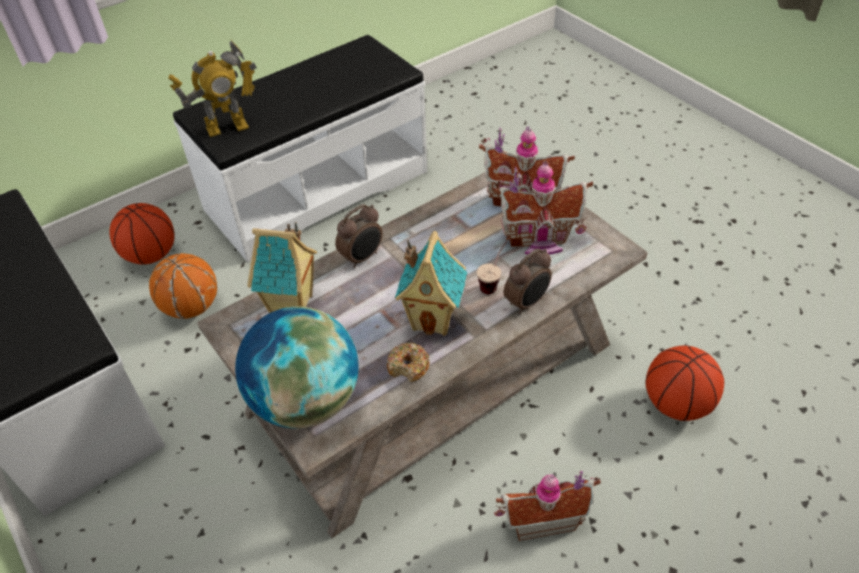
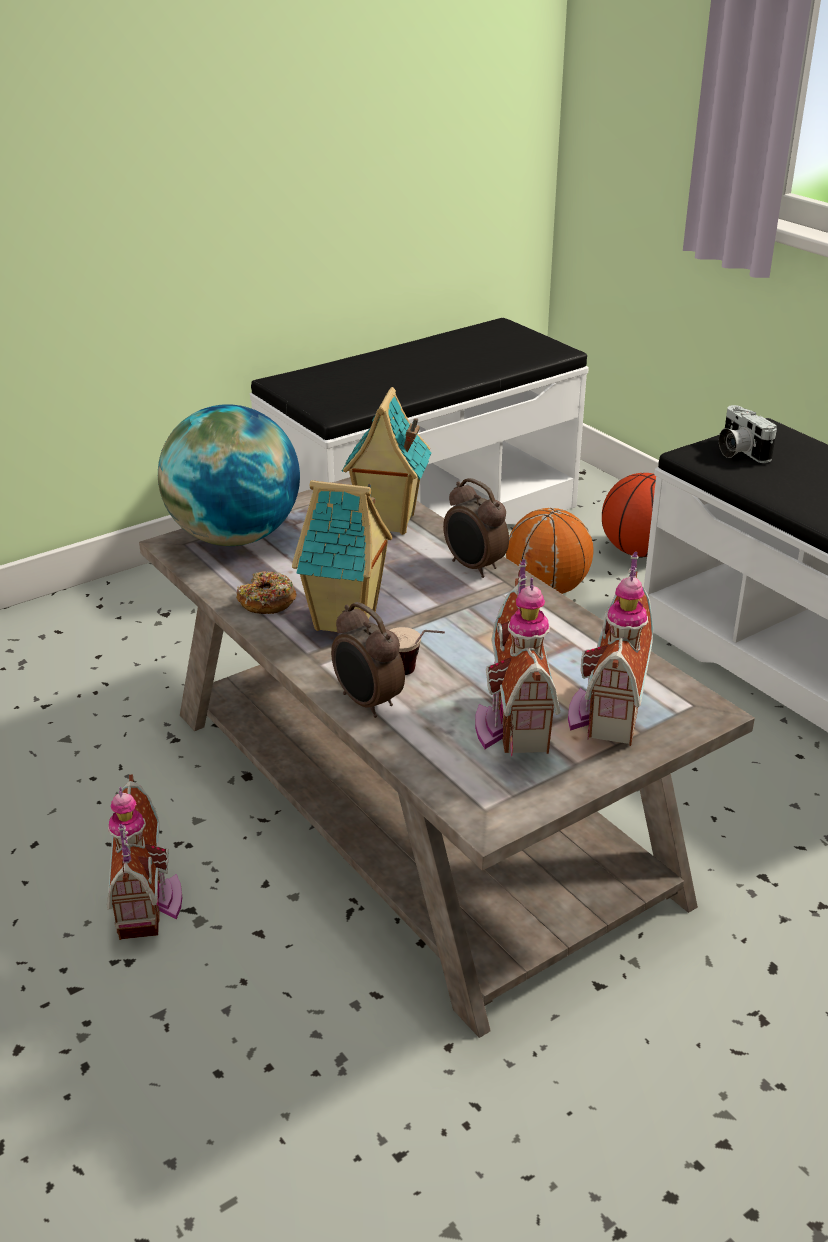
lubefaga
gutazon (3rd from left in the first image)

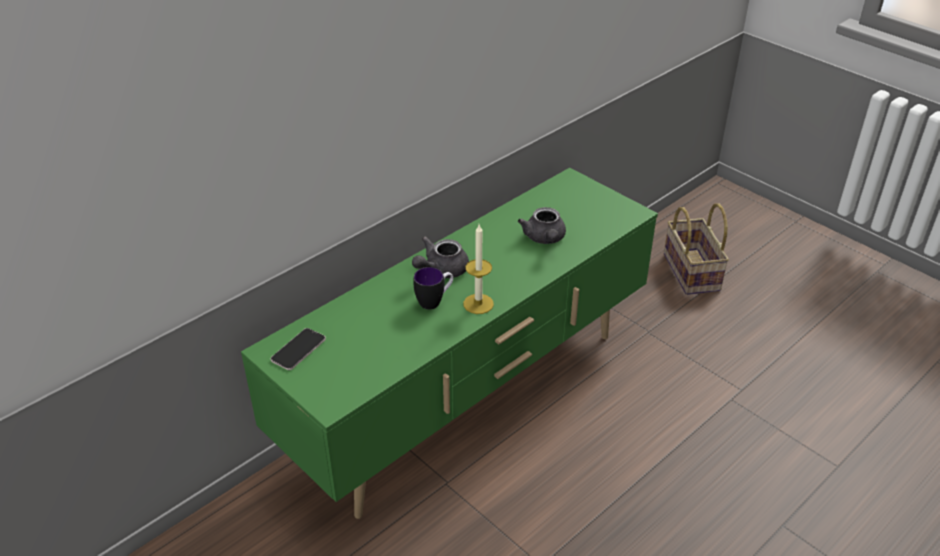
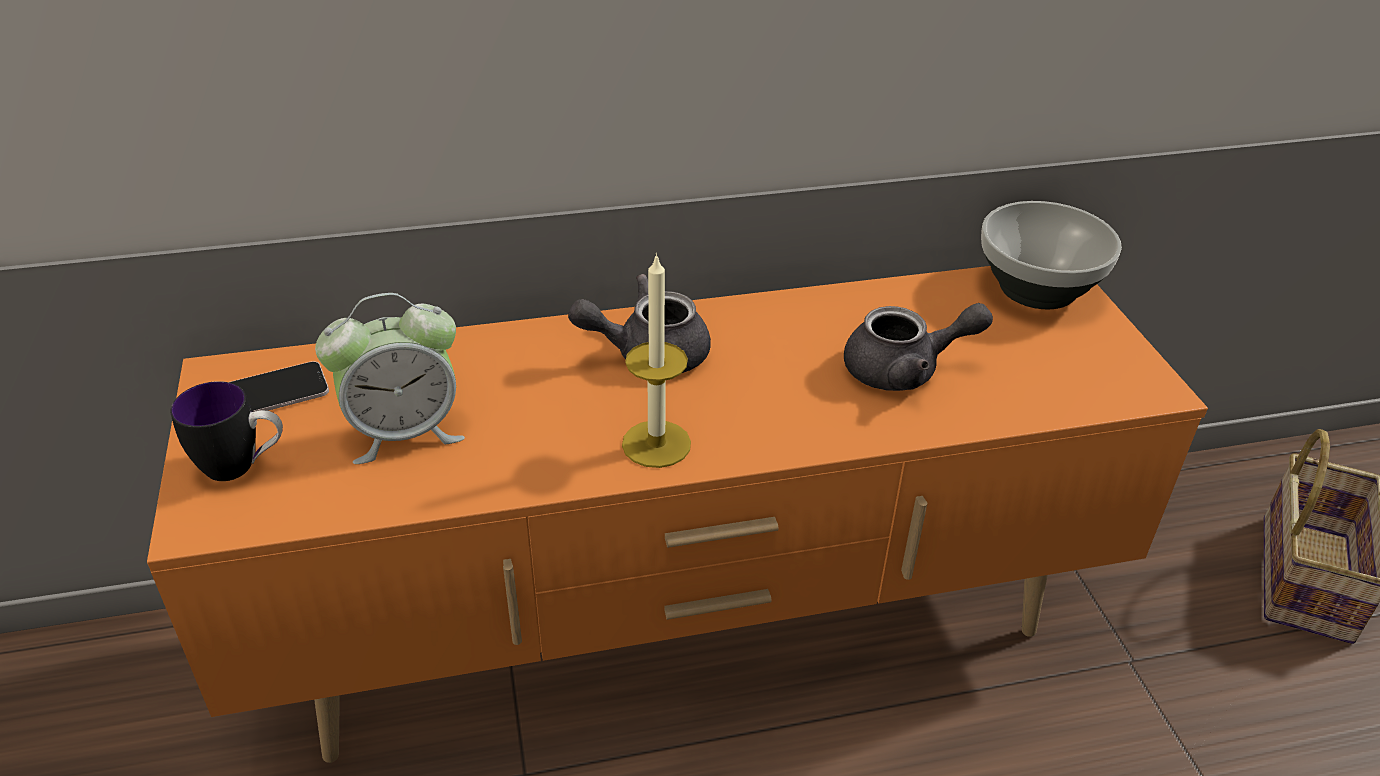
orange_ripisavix
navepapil
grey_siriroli (2nd from left)
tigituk
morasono

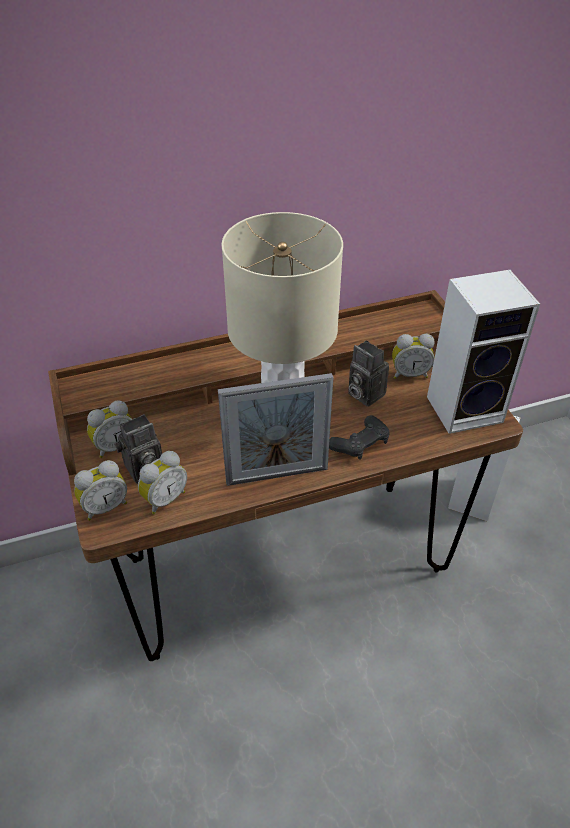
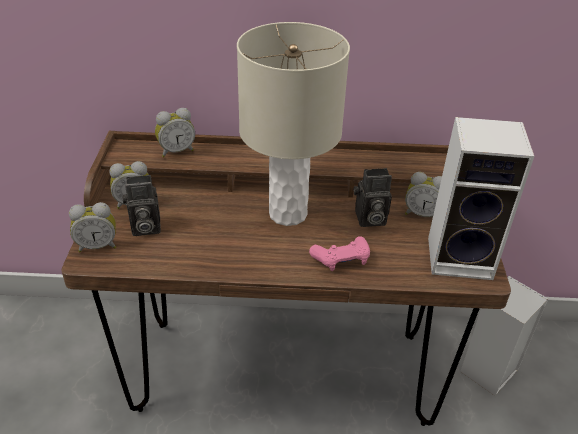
tigituk (3rd from left)
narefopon
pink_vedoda
lubefaga (2nd from left)

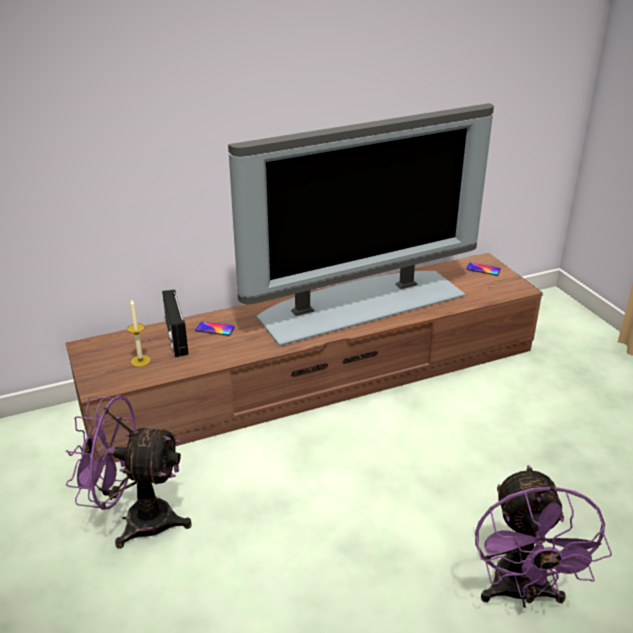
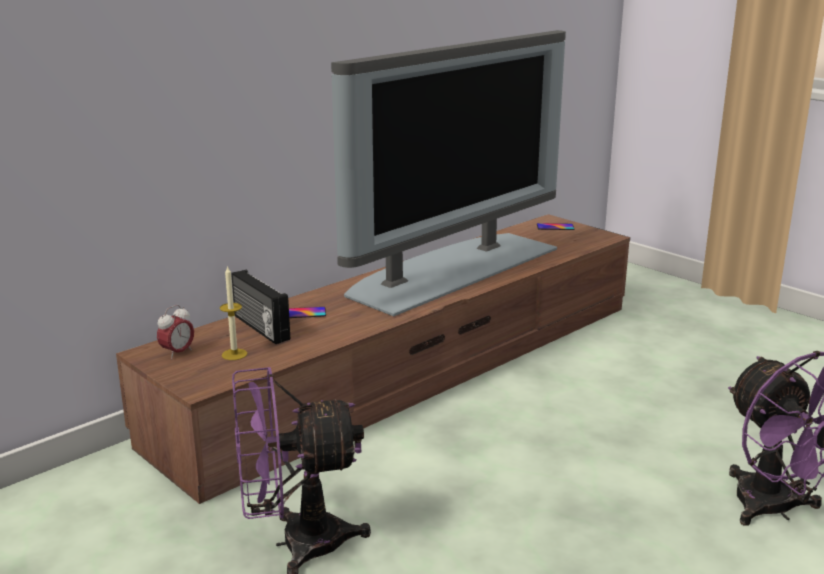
tigituk

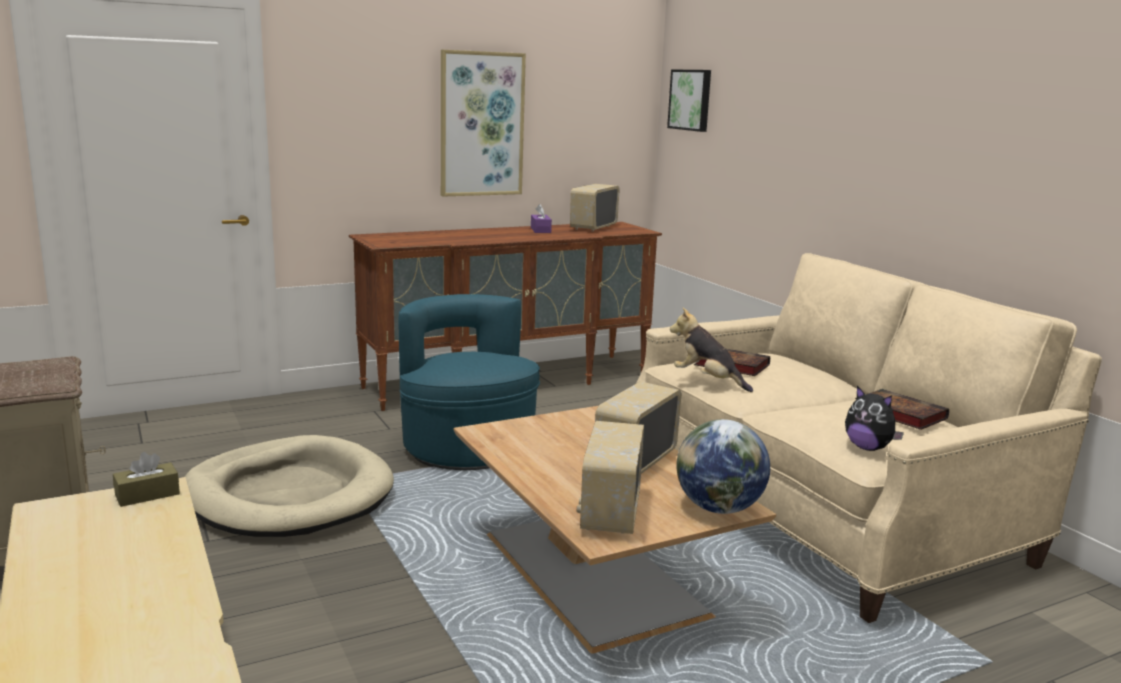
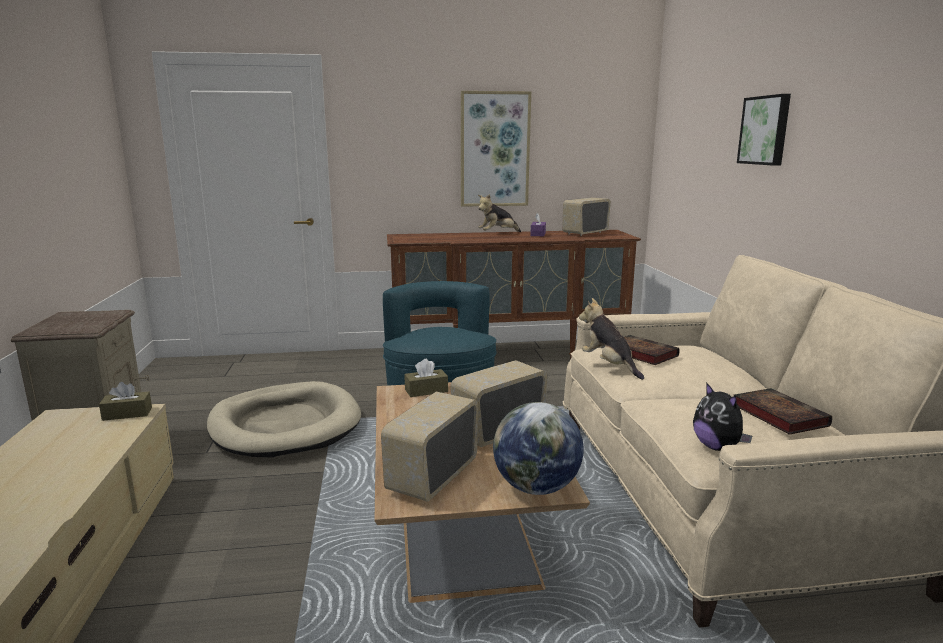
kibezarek (2nd from left)
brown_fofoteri (2nd from left)
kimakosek (1st from left)

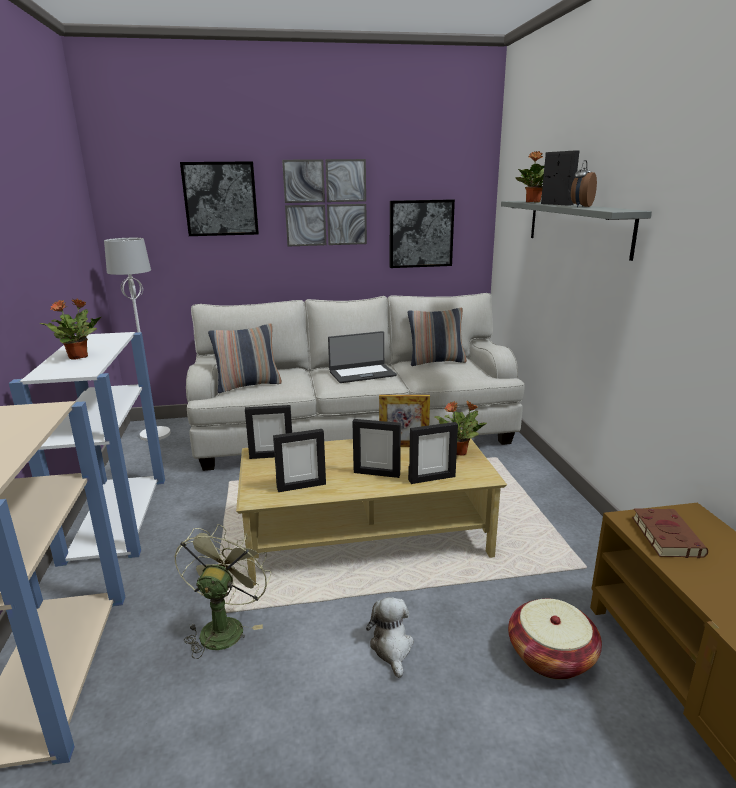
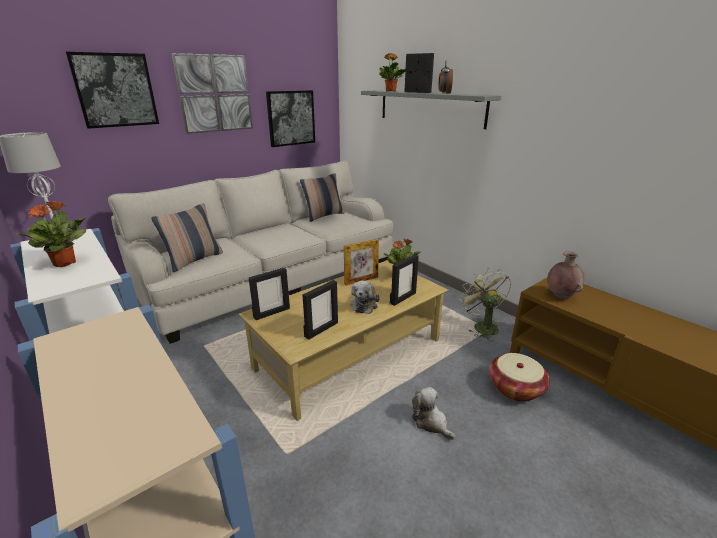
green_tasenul
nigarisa
kimakosek (1st from left)
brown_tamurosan

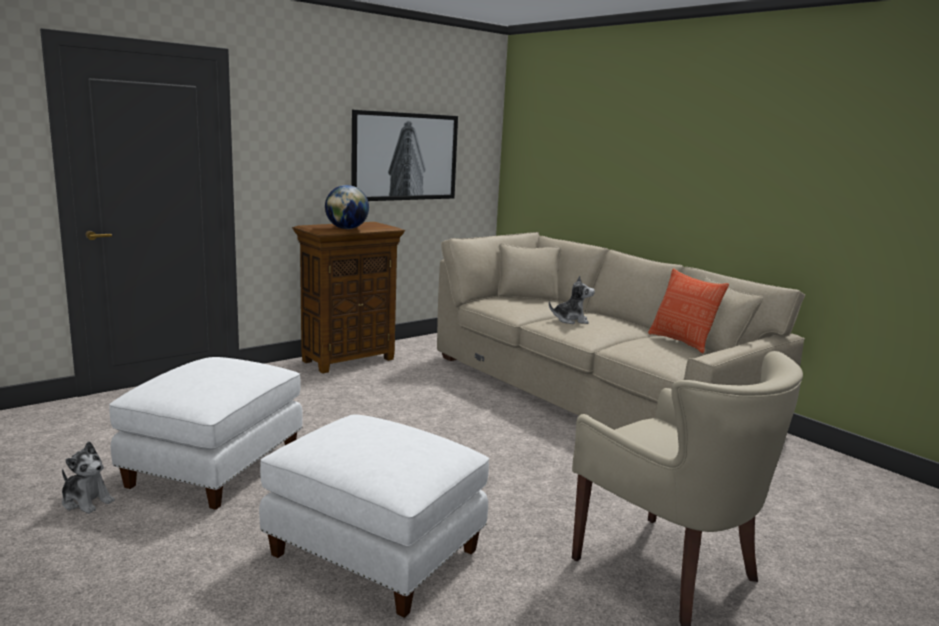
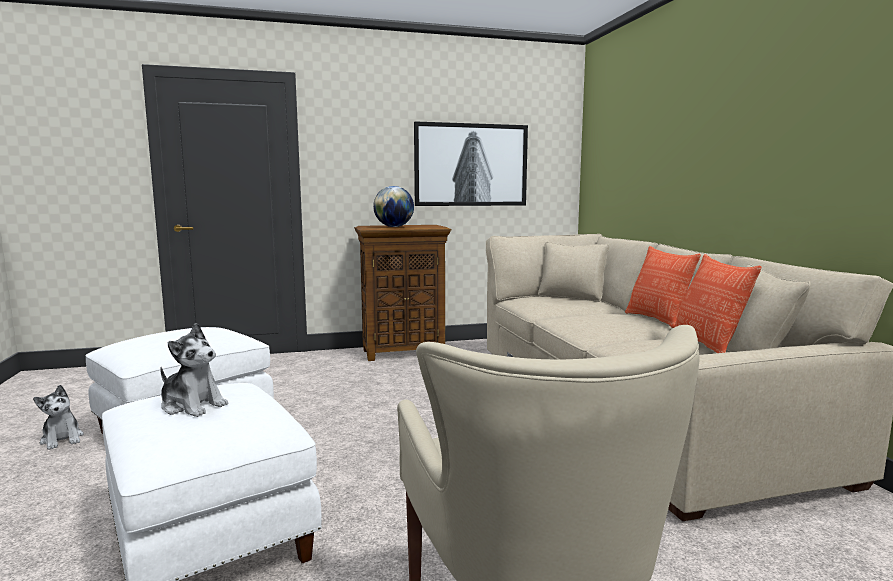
kimakosek (2nd from left)
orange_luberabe (1st from left)

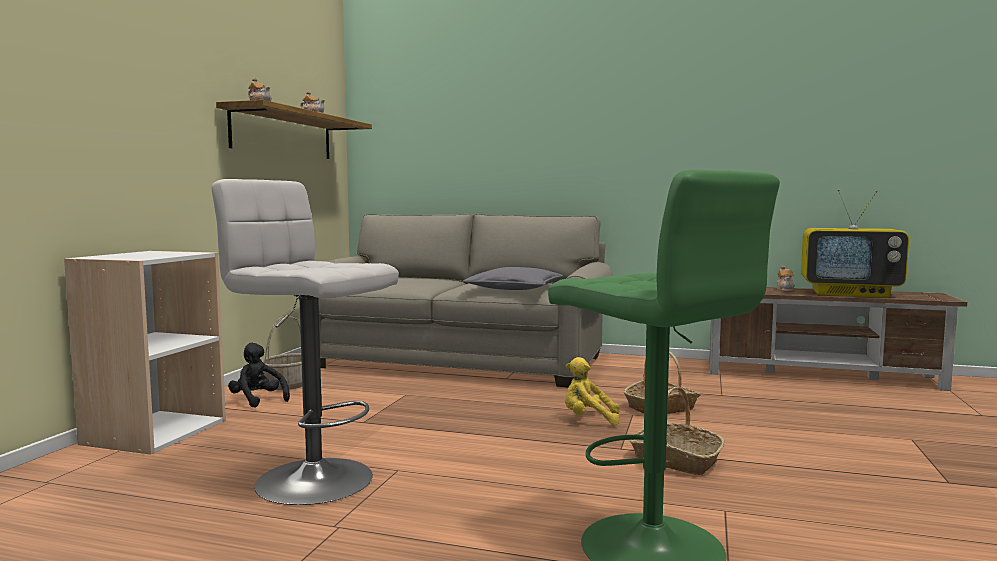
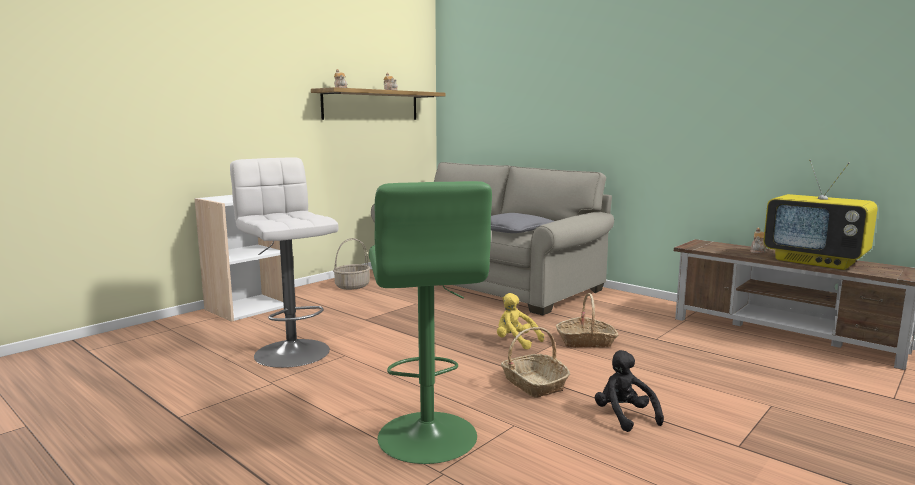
black_kimakosek

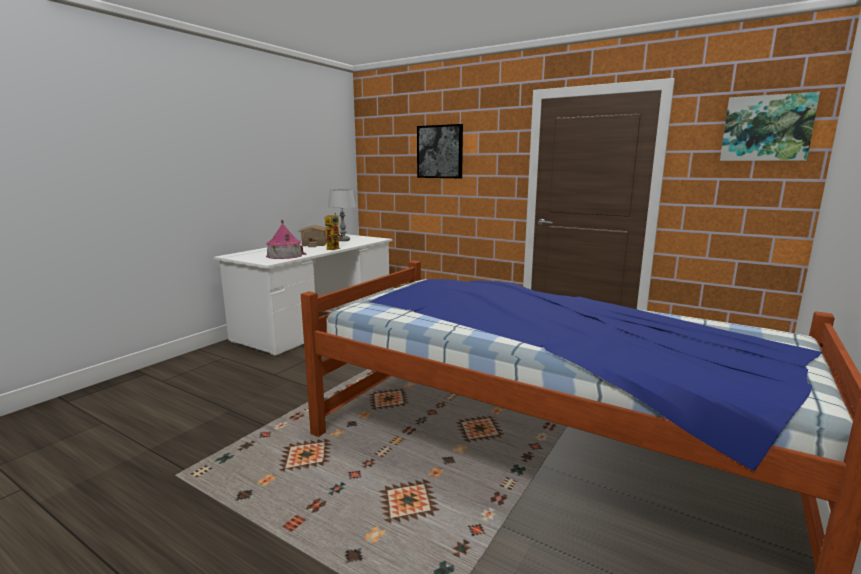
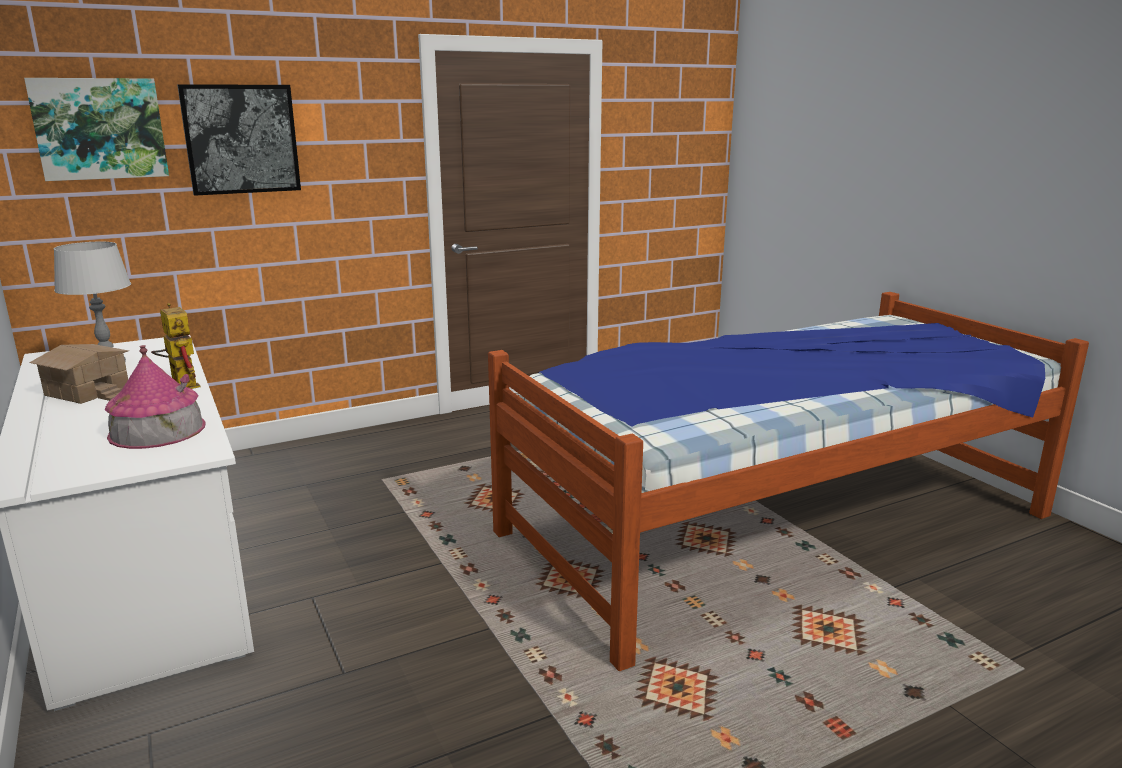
kibezarek (1st from left)

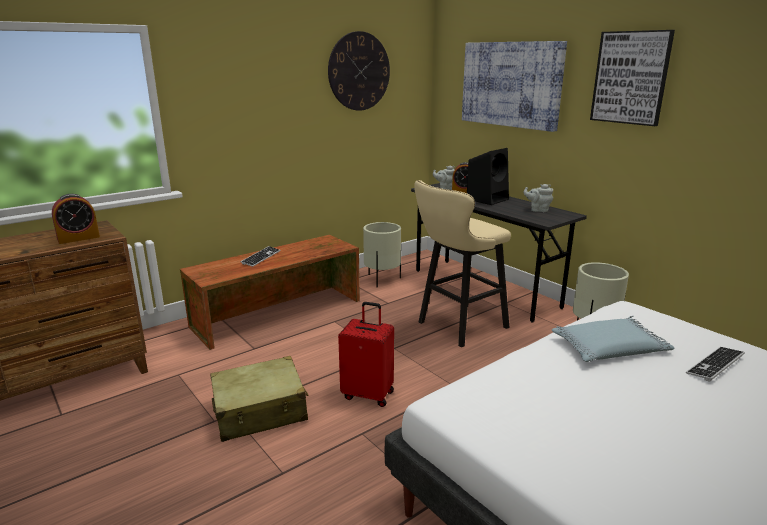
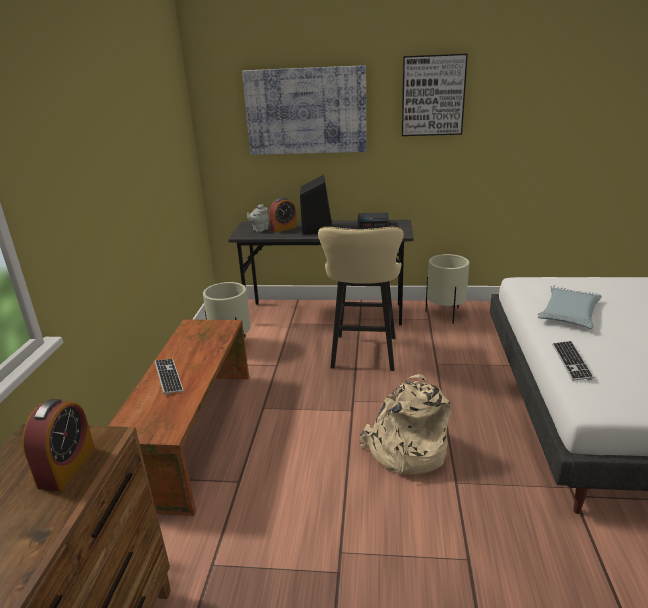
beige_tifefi
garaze
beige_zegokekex
tigituk (3rd from left)
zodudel (2nd from left)

